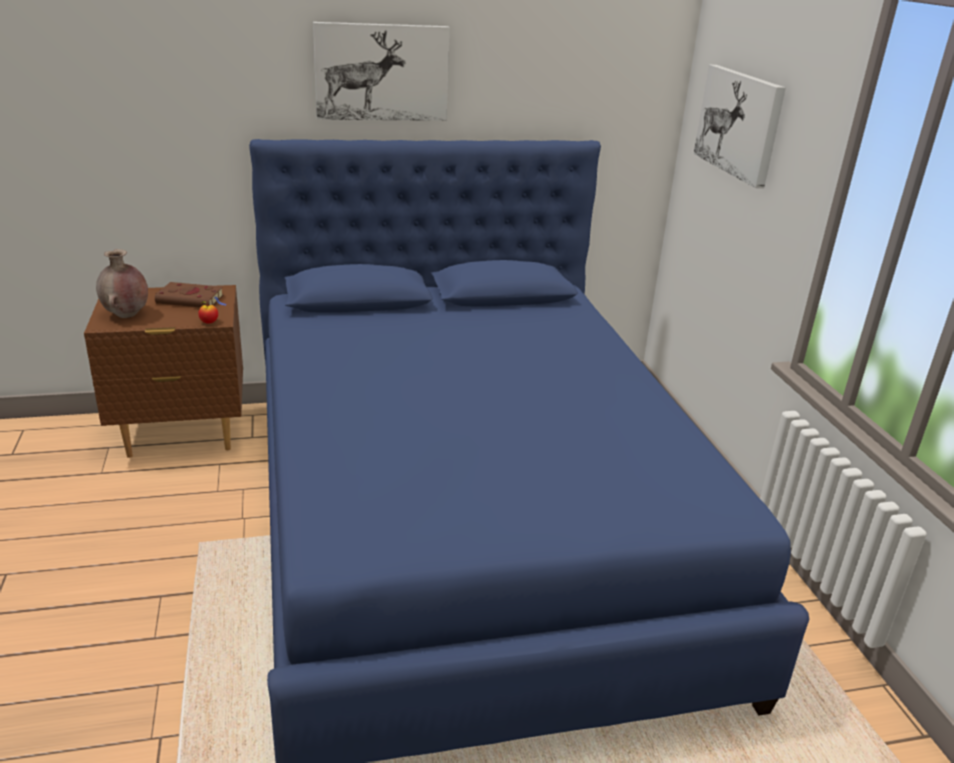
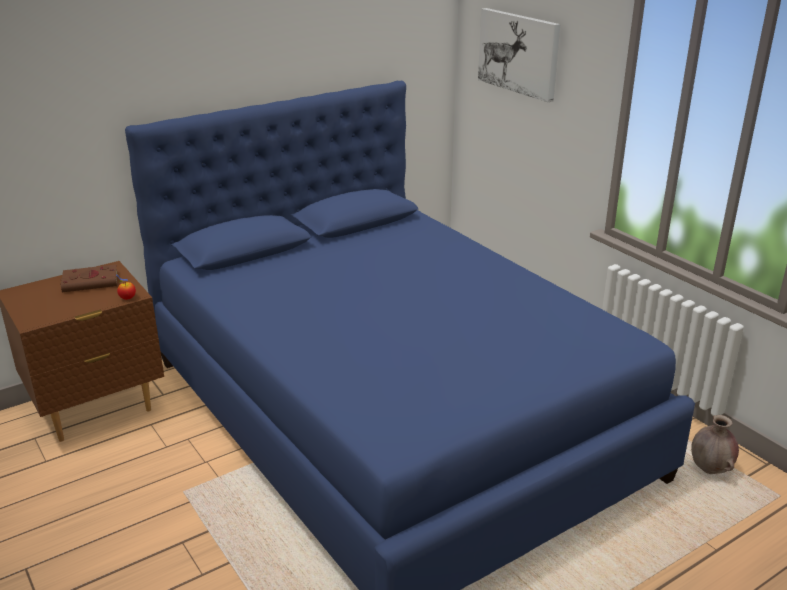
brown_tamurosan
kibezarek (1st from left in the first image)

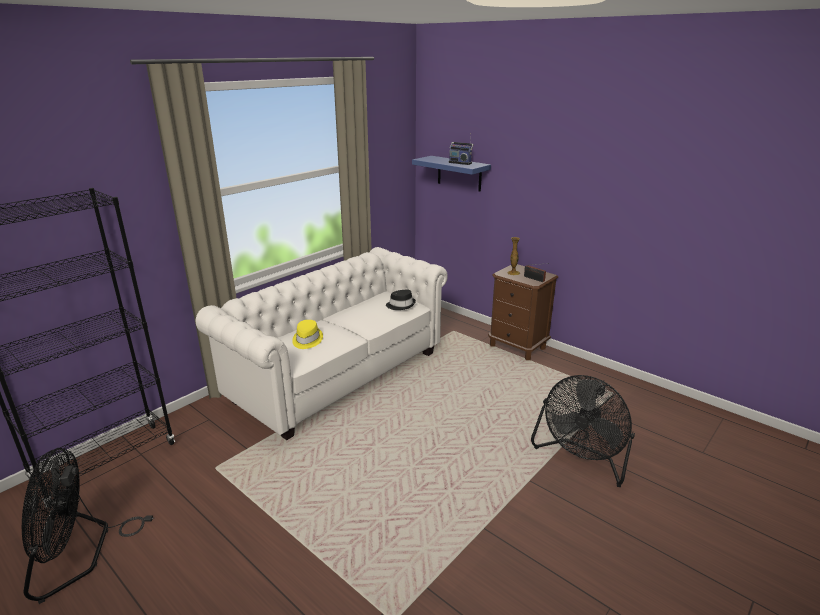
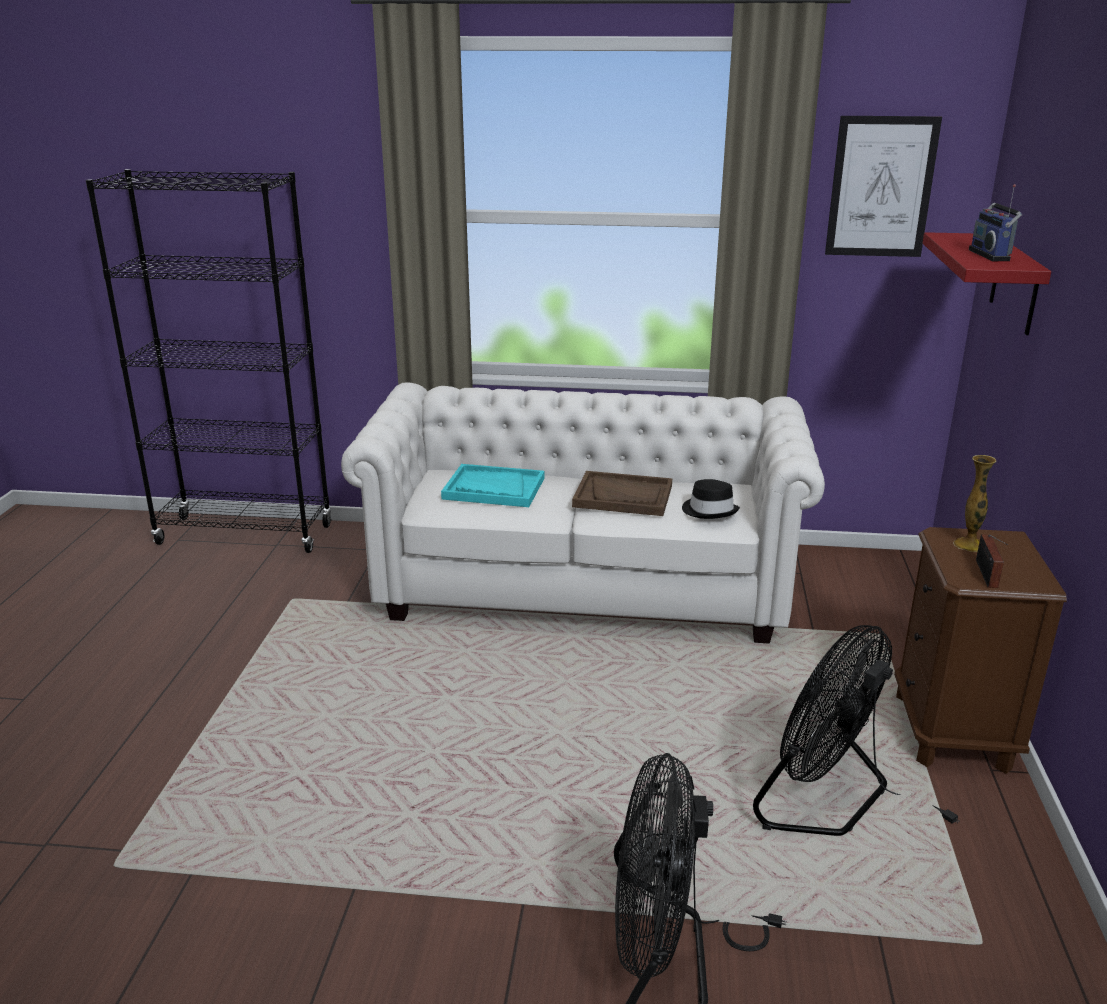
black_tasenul (2nd from left)
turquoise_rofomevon
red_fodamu
brown_rofomevon
kibezarek

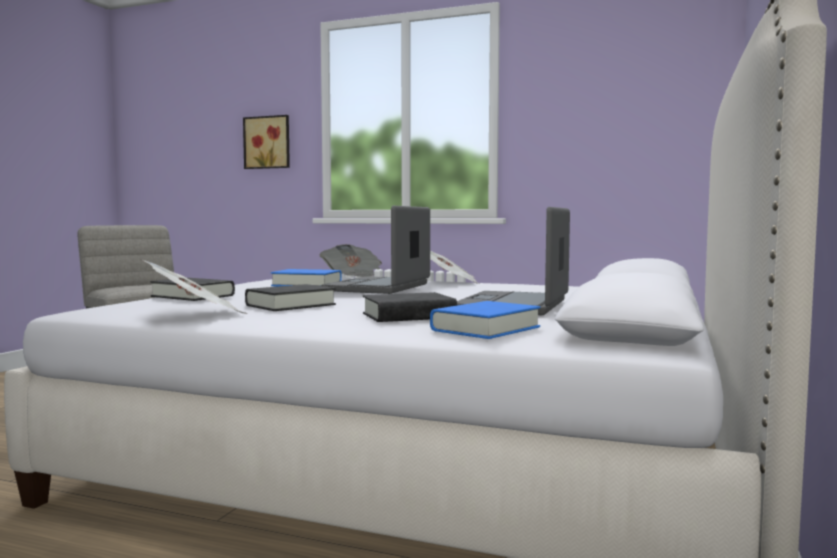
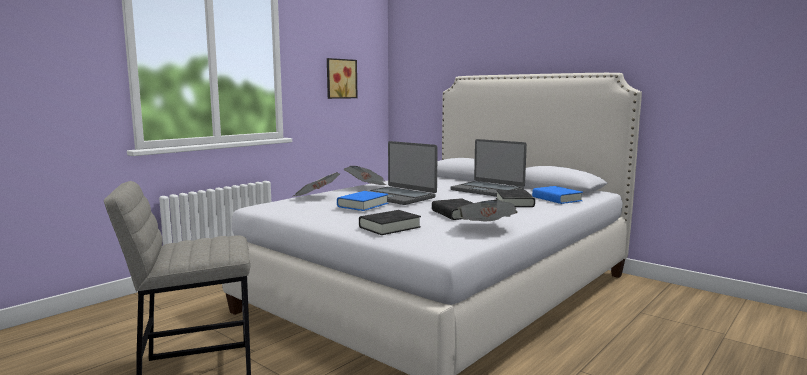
kibezarek

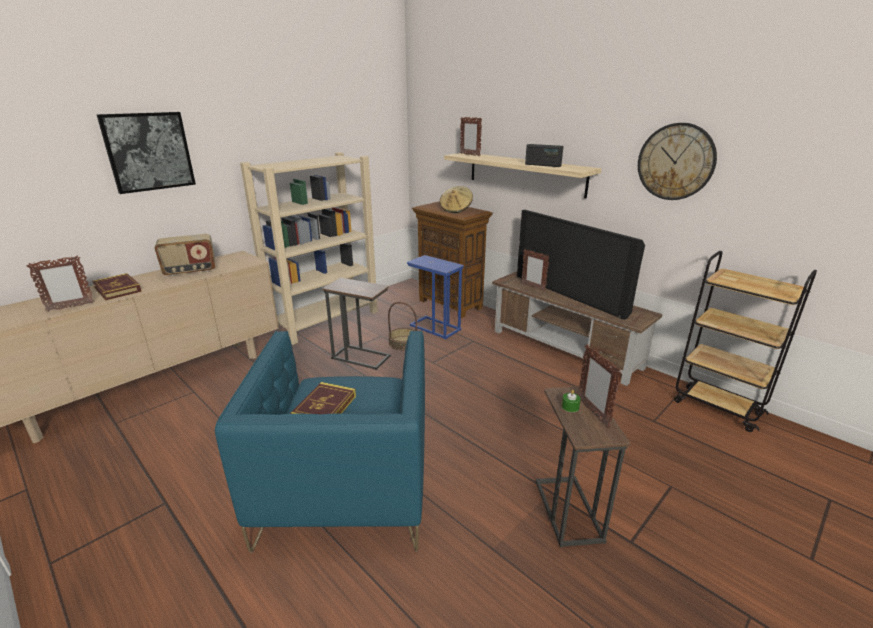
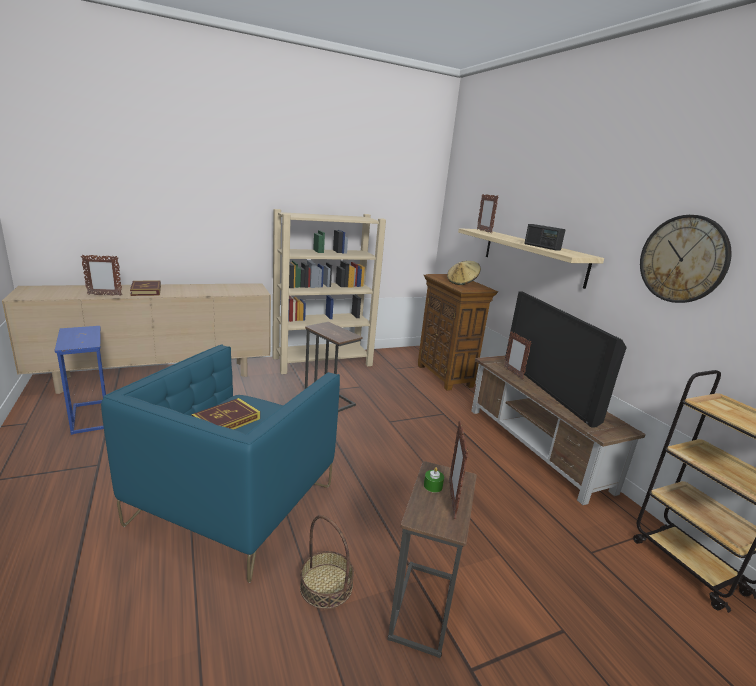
kibezarek
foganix (1st from left in the first image)
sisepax
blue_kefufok

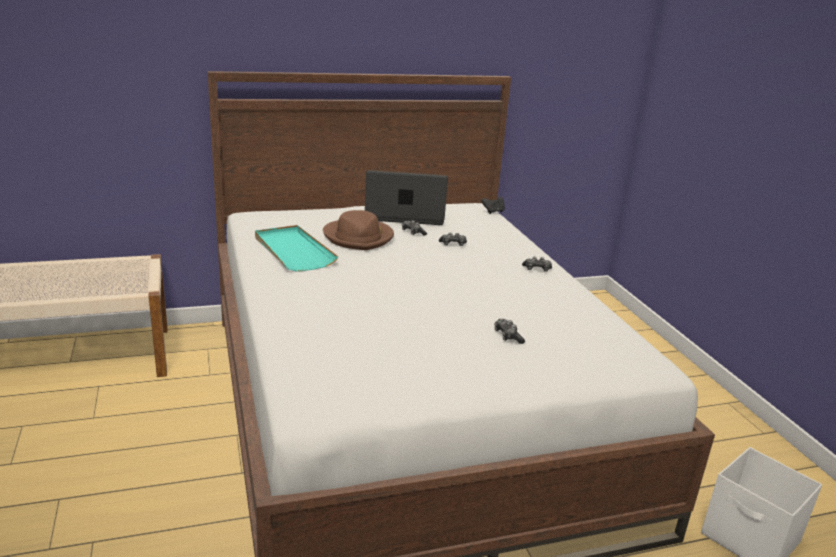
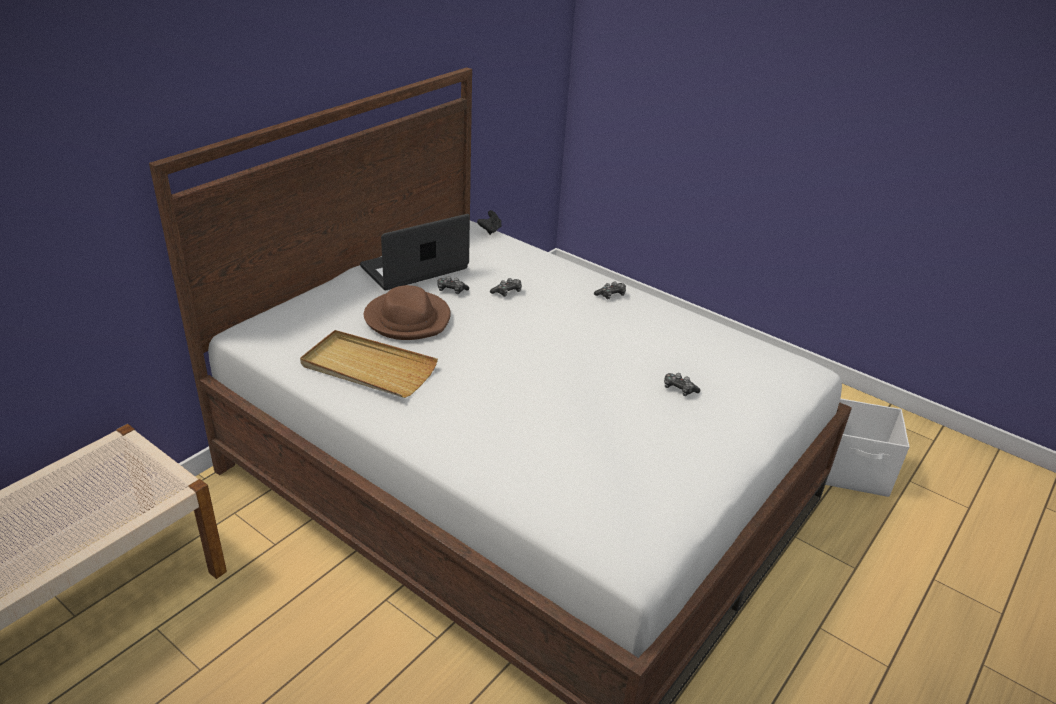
beige_rofomevon

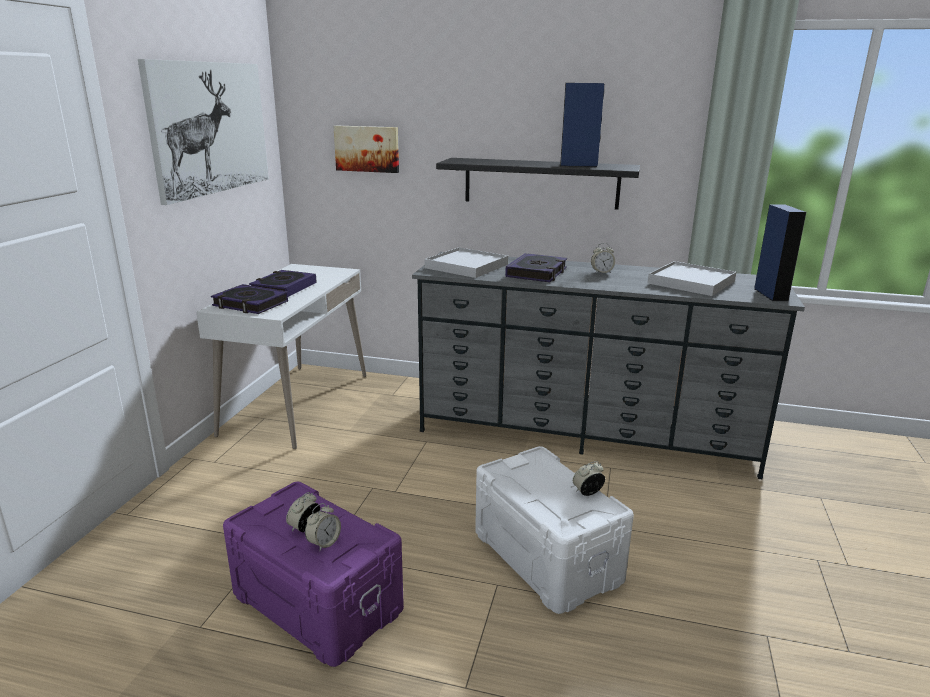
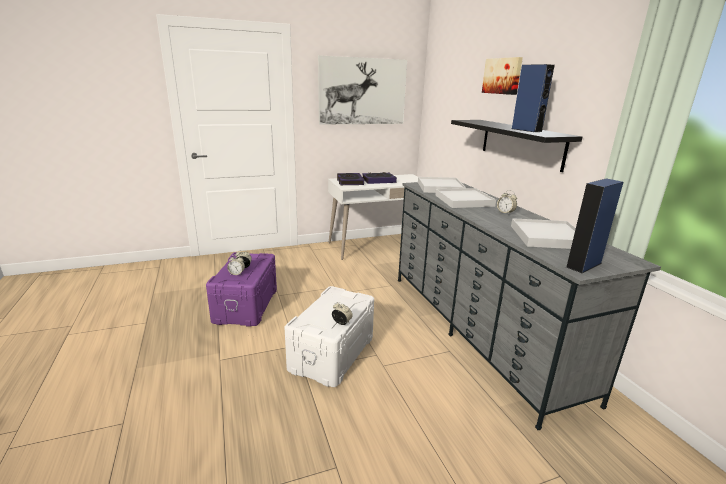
kibezarek (2nd from left)
white_rofomevon (2nd from left)

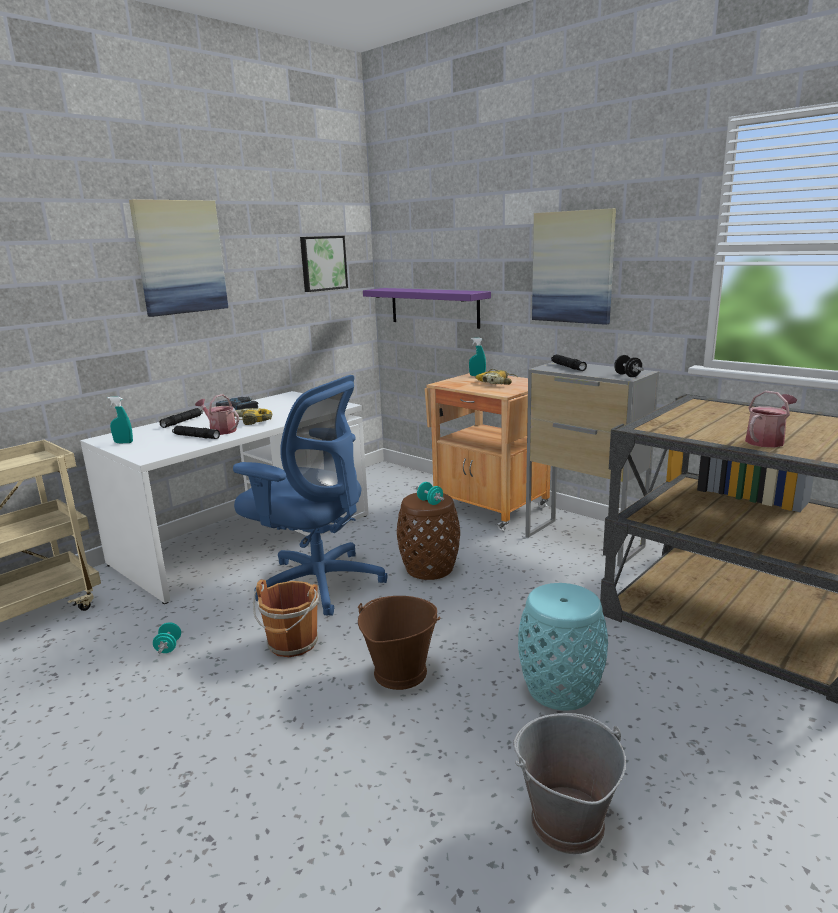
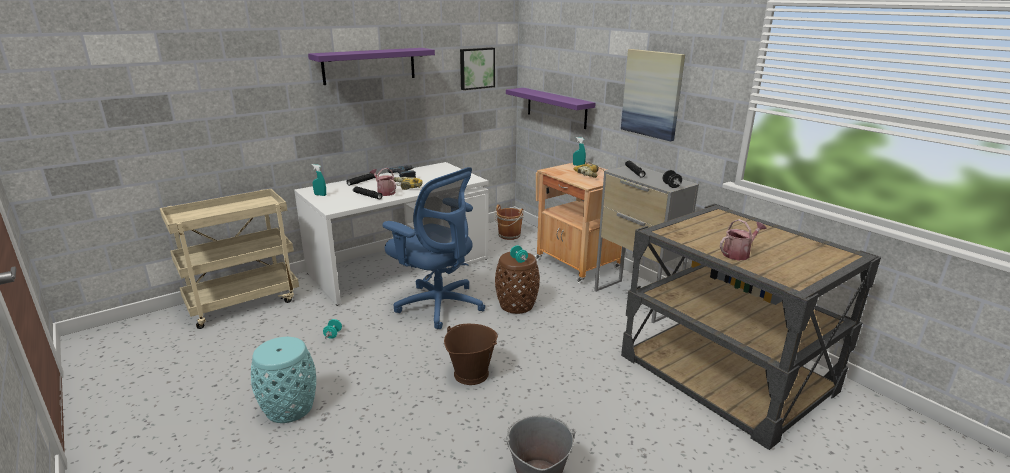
purple_fodamu (1st from left)
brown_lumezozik (2nd from left)
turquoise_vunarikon

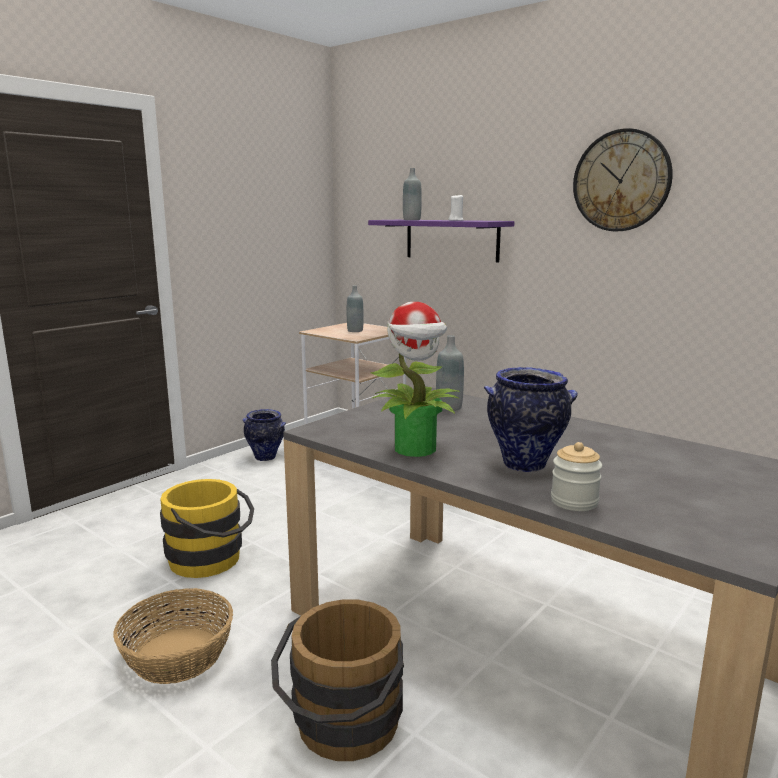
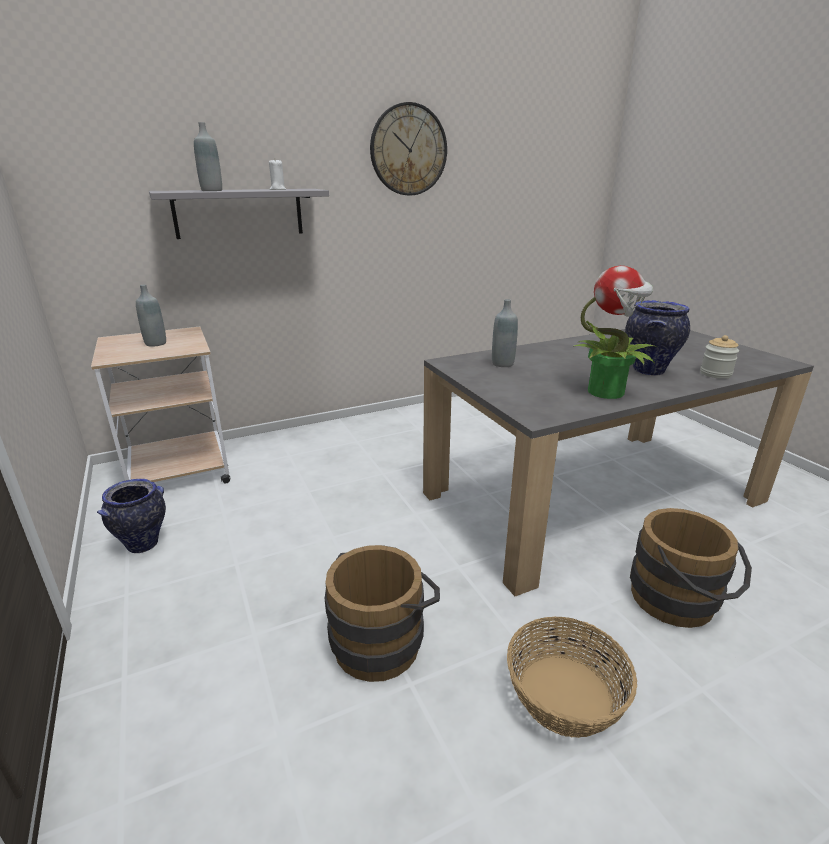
brown_lumezozik (1st from left)
grey_fodamu

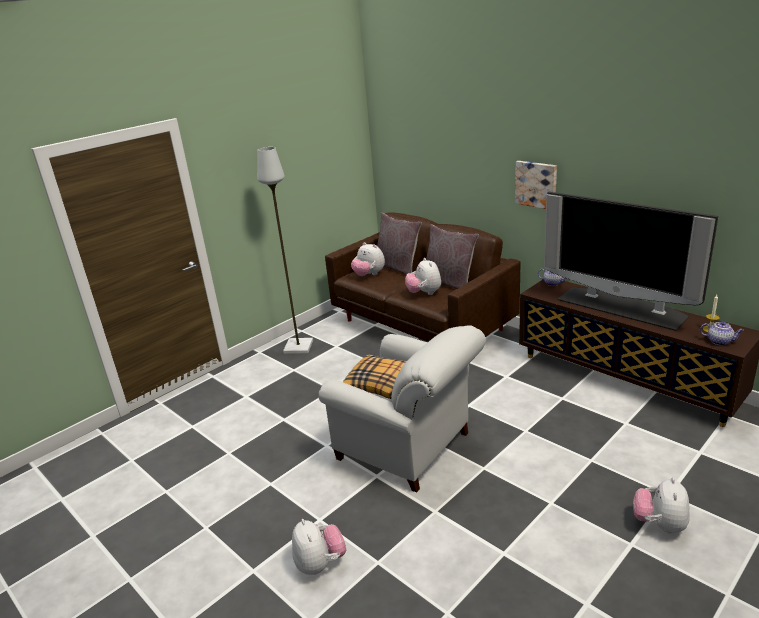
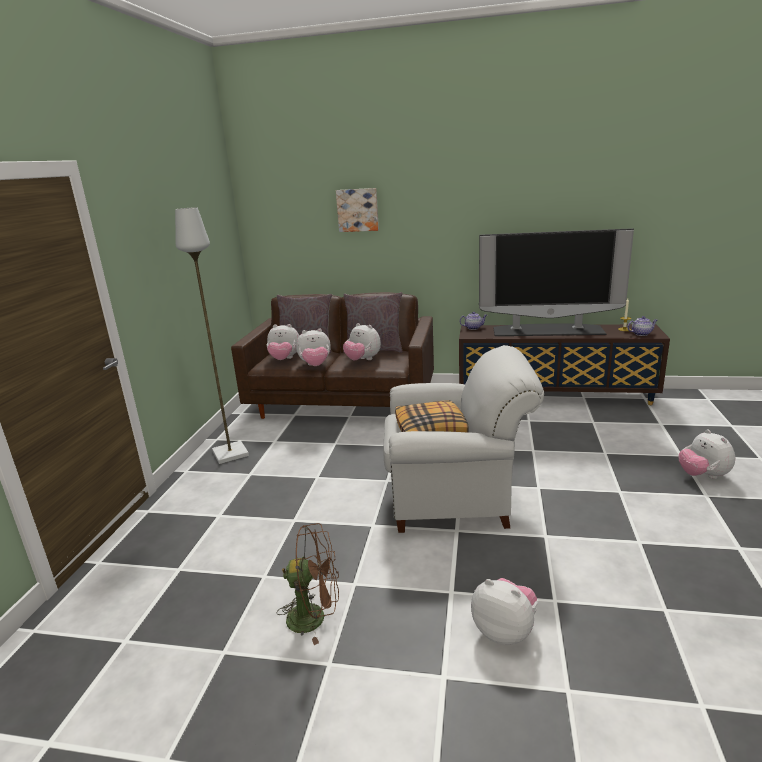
kibezarek
brown_tasenul
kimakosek (2nd from left)

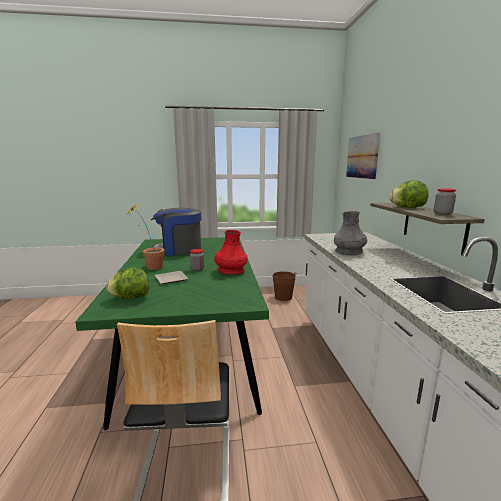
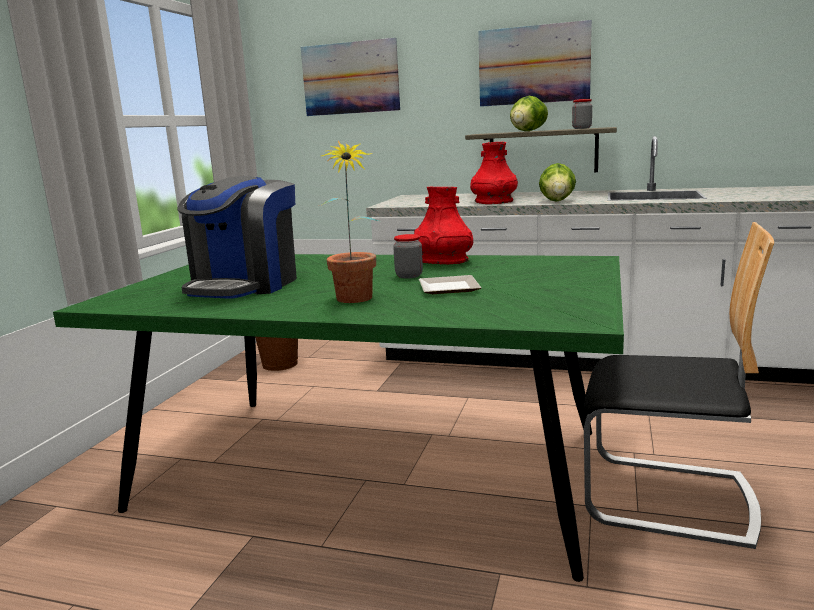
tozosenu (2nd from left)
red_tamurosan (2nd from left)
kibezarek (2nd from left)

